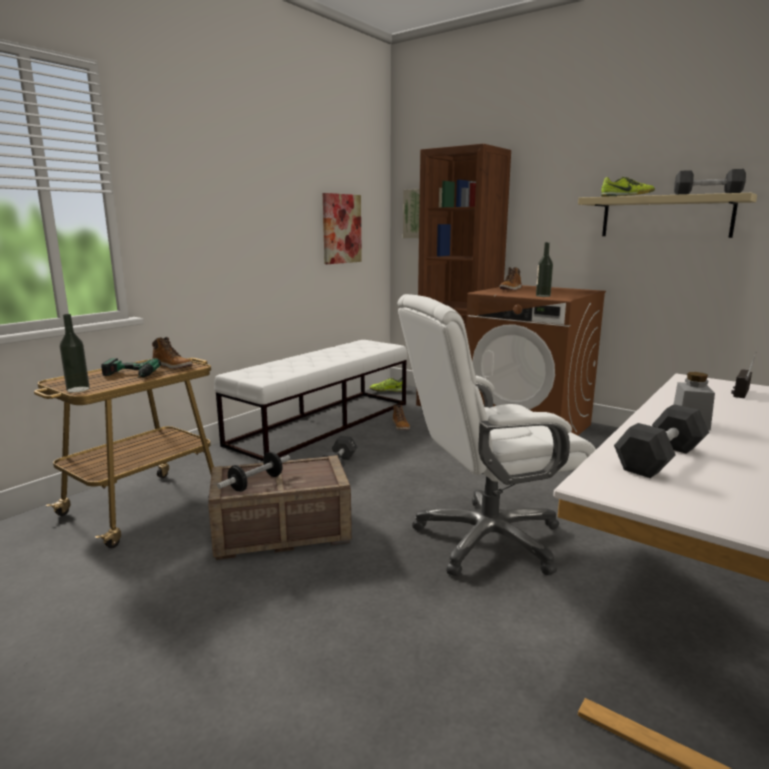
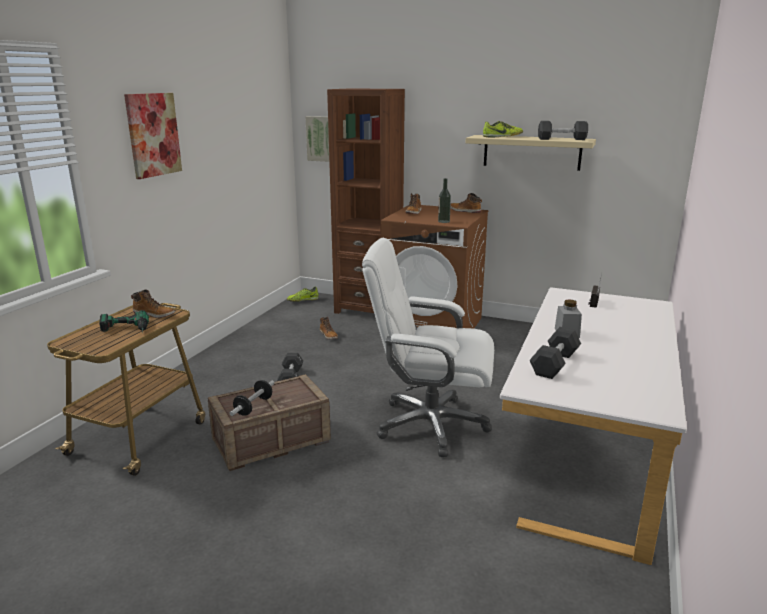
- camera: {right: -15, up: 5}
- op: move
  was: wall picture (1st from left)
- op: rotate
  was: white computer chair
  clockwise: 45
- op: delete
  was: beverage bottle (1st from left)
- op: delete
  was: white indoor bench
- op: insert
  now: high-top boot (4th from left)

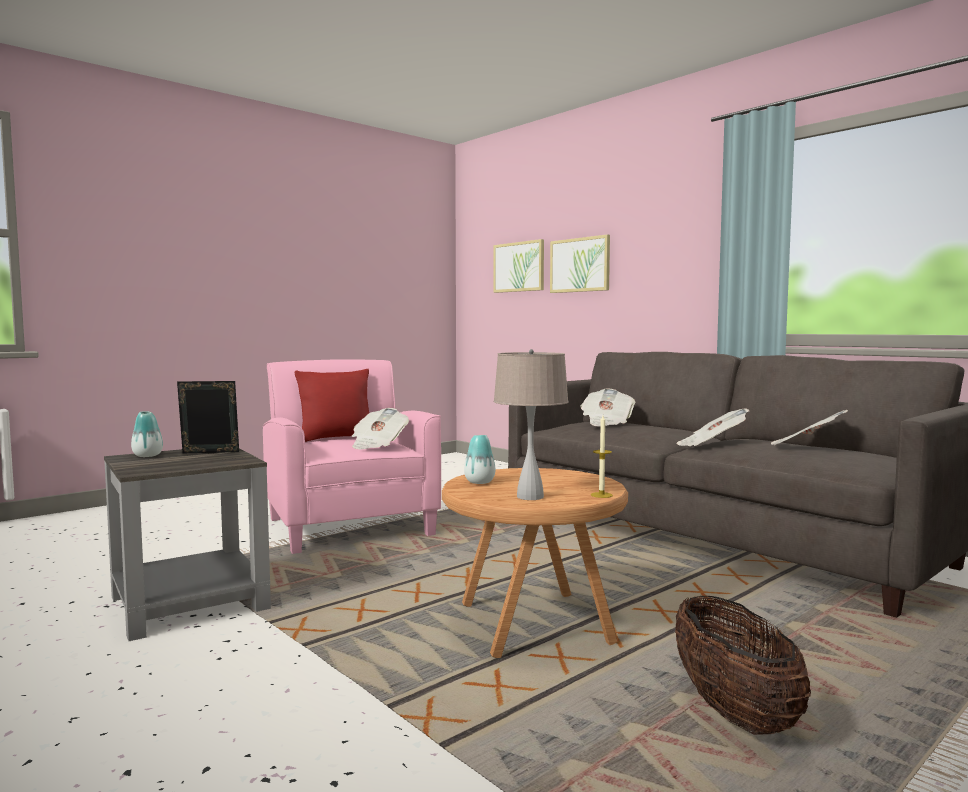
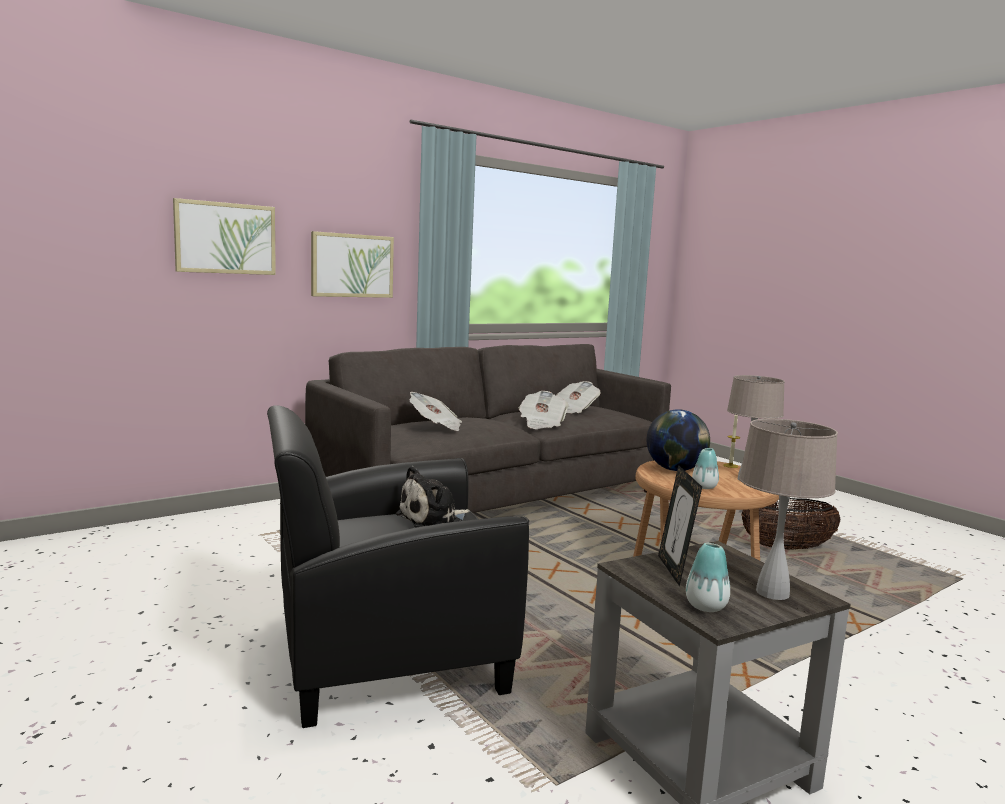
- camera: {right: -85, up: 5}
- op: move
  was: wall picture (1st from left in the first image)
  now: wall picture (2nd from left)
- op: recolor
  was: pinkish armchair
  now: black-coloured armchair
- op: delete
  was: red-coloured cushion
- op: replace
  was: newspaper (1st from left)
  now: soft toy
- op: insert
  now: desk globe
- op: insert
  now: beige table lamp (2nd from left)

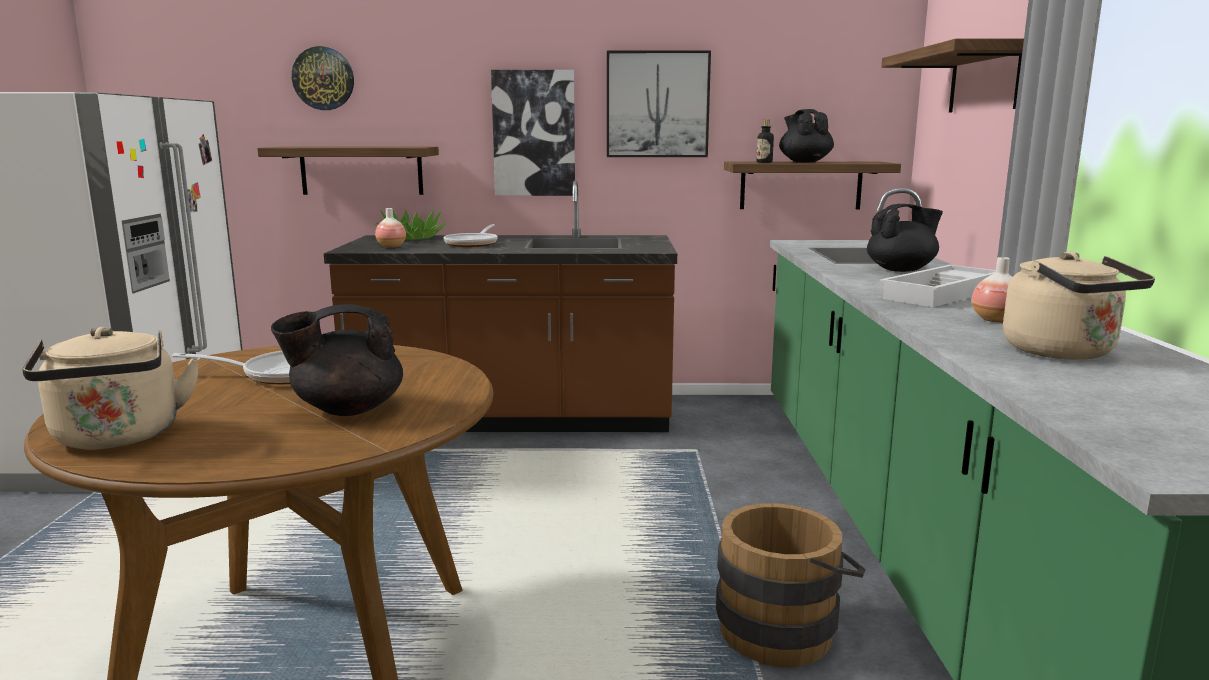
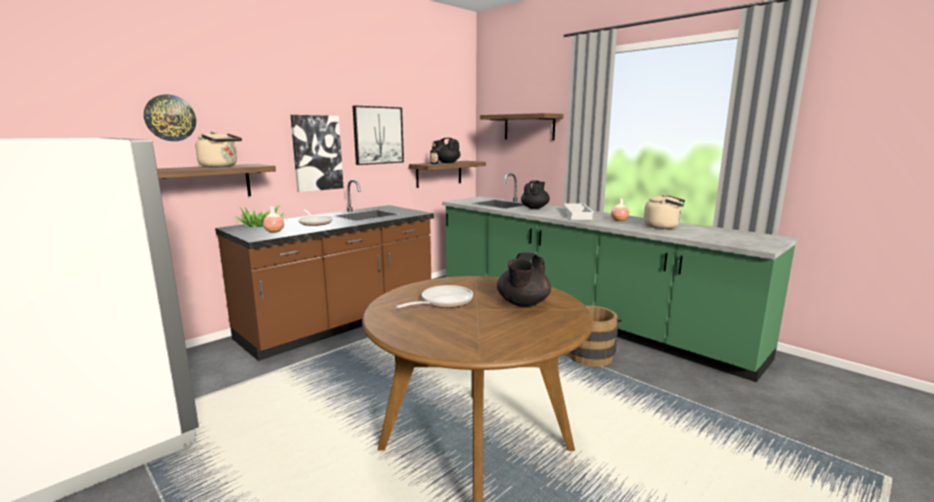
- camera: {right: -45, up: 0}
- op: move
  was: beige water kettle (1st from left)

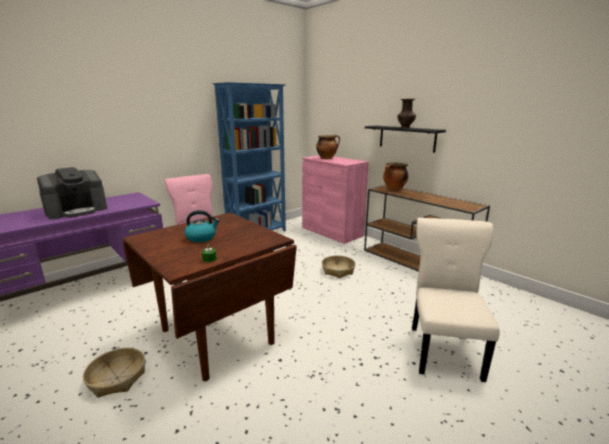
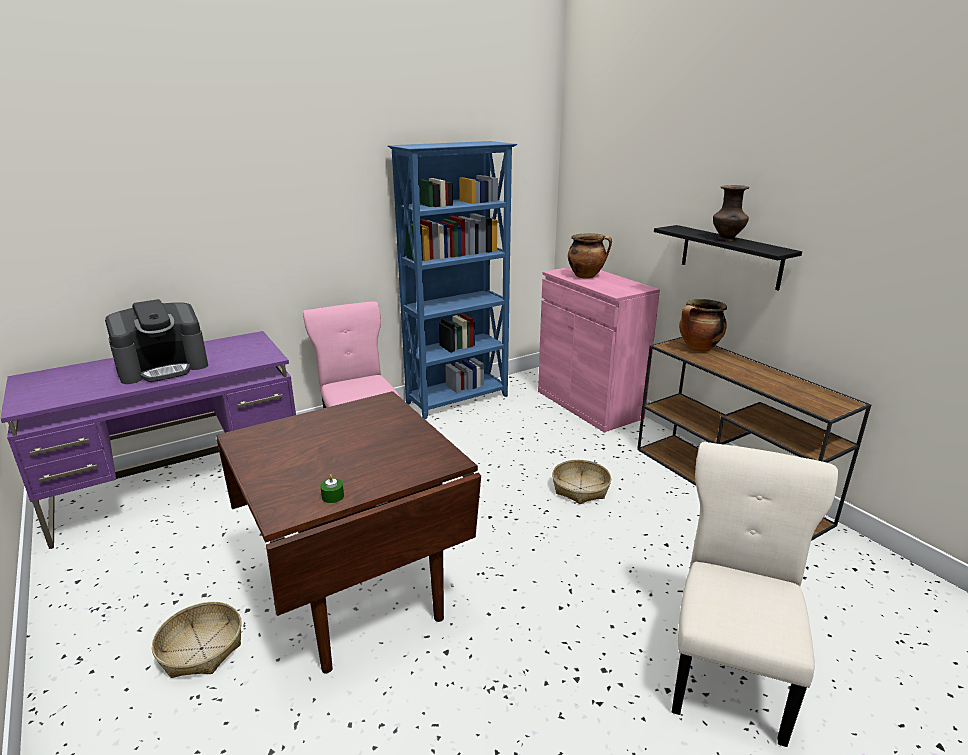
- camera: {right: 10, up: 5}
- op: delete
  was: water kettle

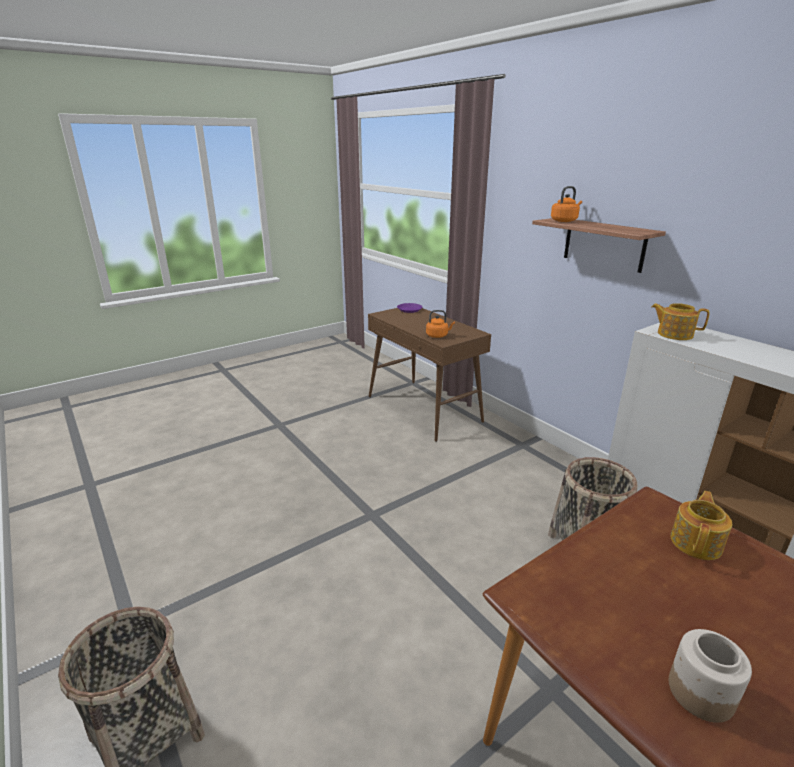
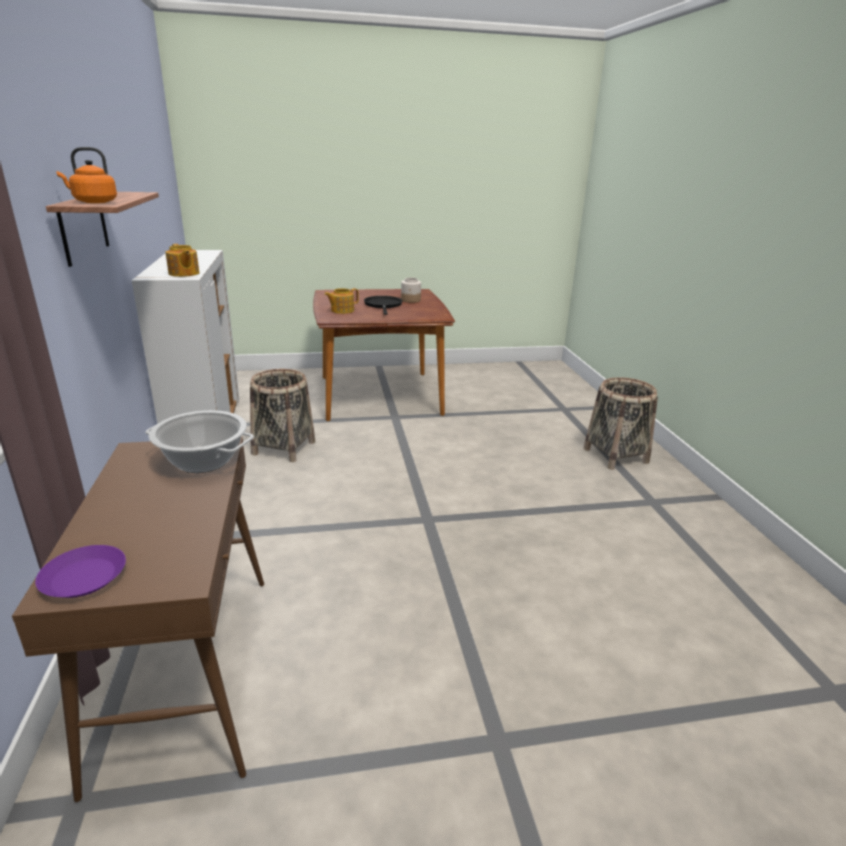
- camera: {right: -155, up: 0}
- op: replace
  was: orange-coloured water kettle (1st from left)
  now: cooking pot
- op: insert
  now: black-coloured frying pan

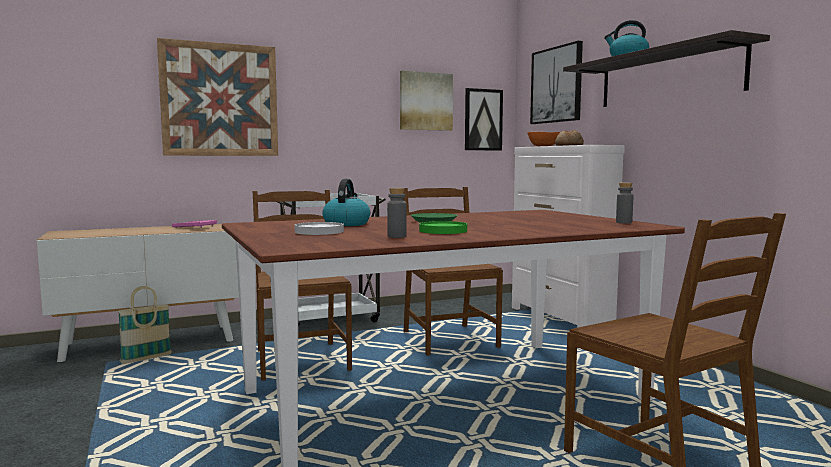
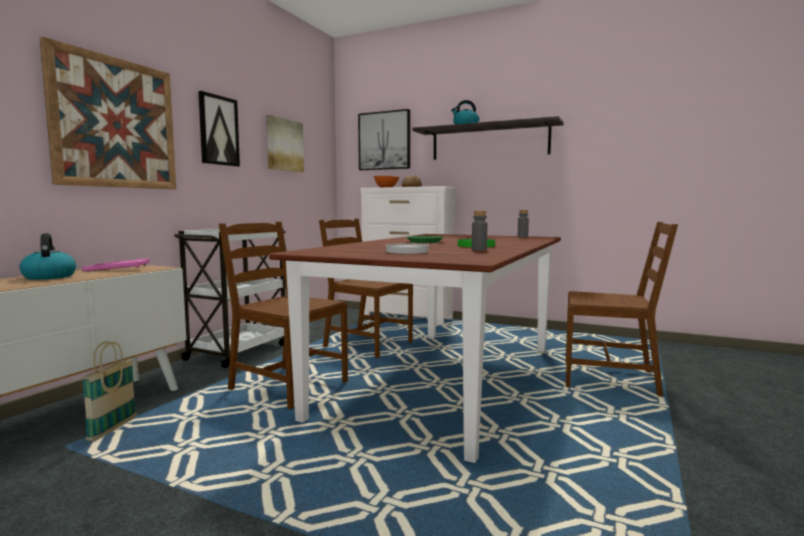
- camera: {right: -40, up: 0}
- op: move
  was: wall picture (3rd from left in the first image)
  now: wall picture (2nd from left)
- op: move
  was: water kettle (1st from left)

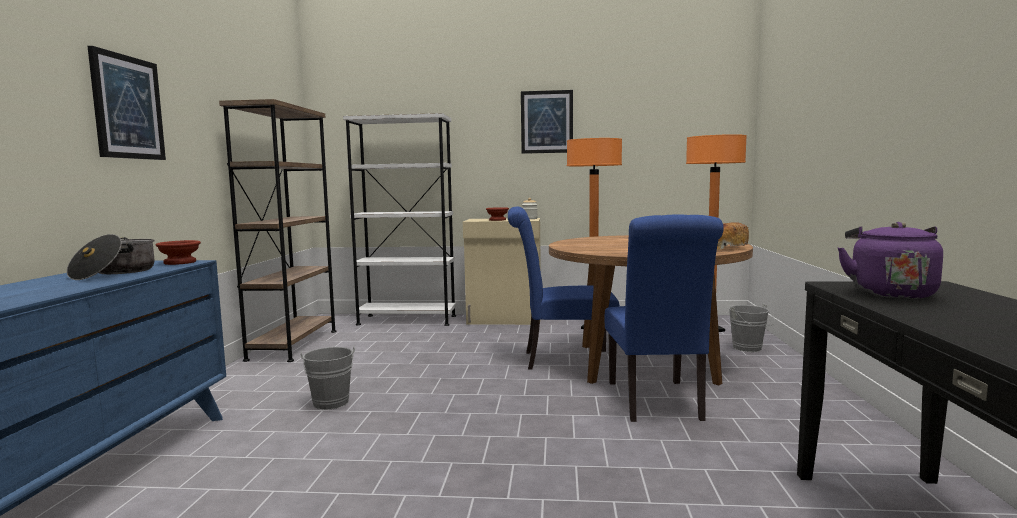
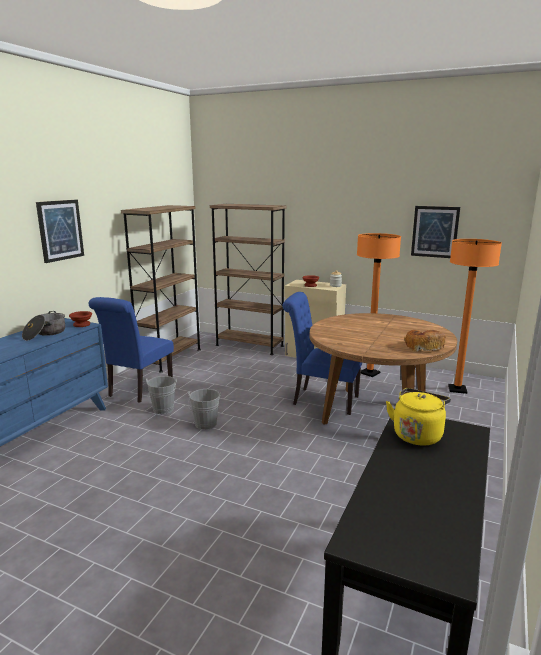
- camera: {right: 20, up: 10}
- op: move
  was: wall picture (2nd from left)
- op: recolor
  was: white bookshelf
  now: brownish bookshelf (2nd from left)
- op: move
  was: blue-coloured plain chair (2nd from left in the first image)
  now: blue-coloured plain chair (1st from left)
- op: recolor
  was: purple-coloured water kettle
  now: yellow-coloured water kettle
- op: move
  was: greyish pail (2nd from left)

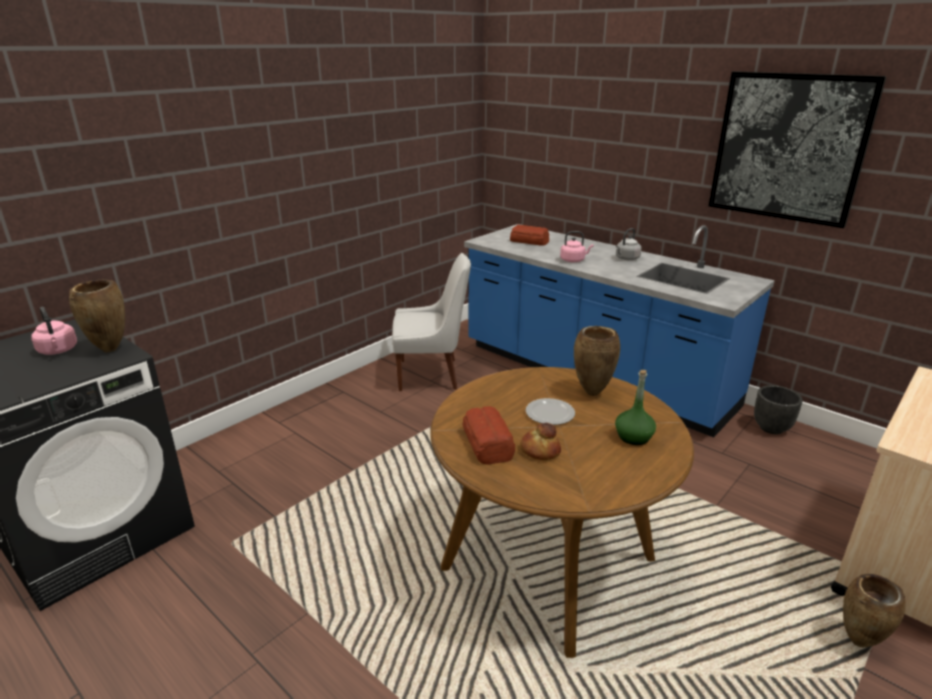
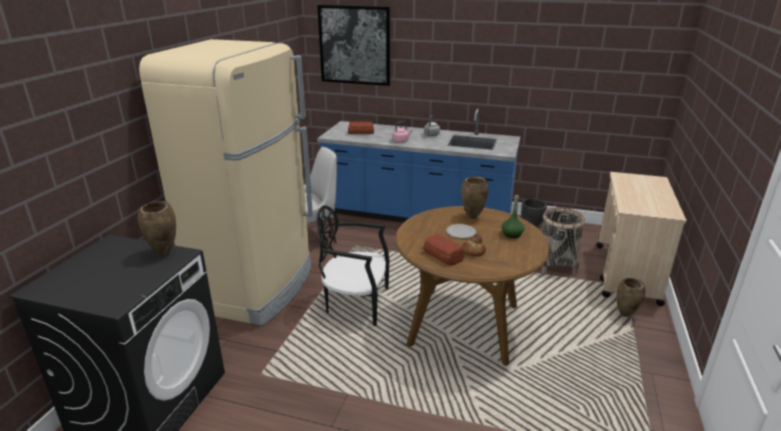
- camera: {right: -25, up: 0}
- op: move
  was: wall picture
- op: delete
  was: pinkish water kettle (1st from left)
- op: insert
  now: beige kitchen fridge
- op: insert
  now: black-coloured plain chair
- op: insert
  now: storage basket

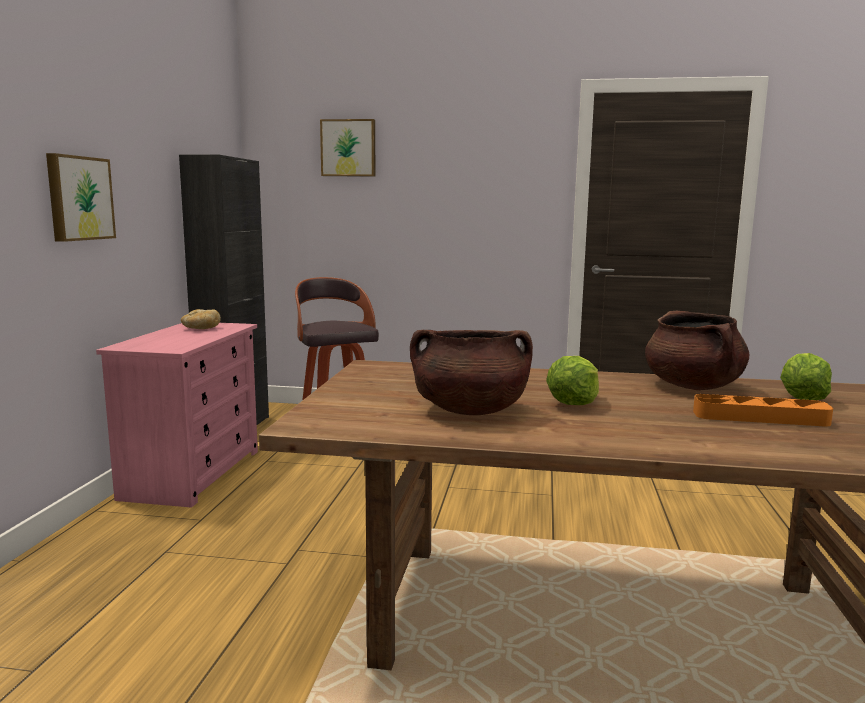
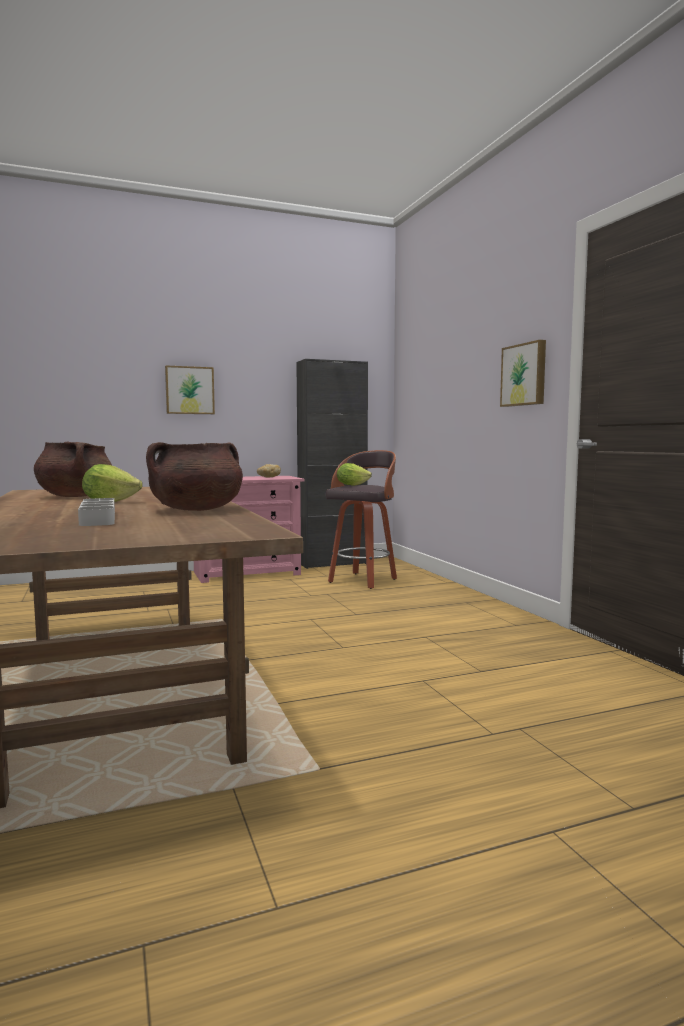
- camera: {right: 60, up: -5}
- op: move
  was: wall picture (2nd from left)
- op: move
  was: lettuce head (2nd from left)
- op: recolor
  was: orange-coloured carrying tray
  now: greyish carrying tray

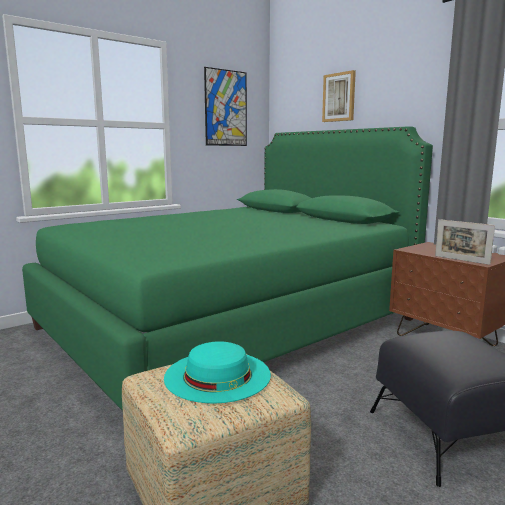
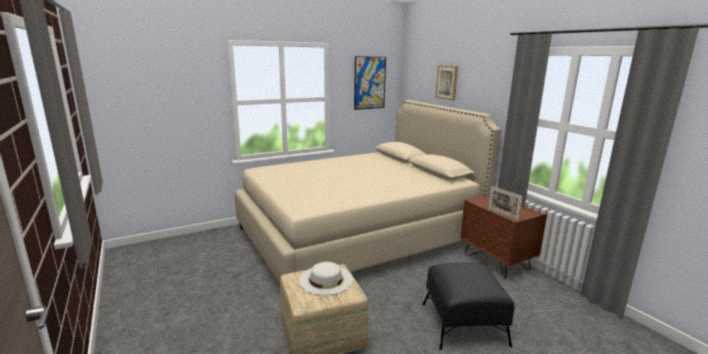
- camera: {right: 10, up: 5}
- op: recolor
  was: green-coloured sleeping bed
  now: beige sleeping bed
- op: recolor
  was: blue-green clothing hat
  now: white clothing hat

